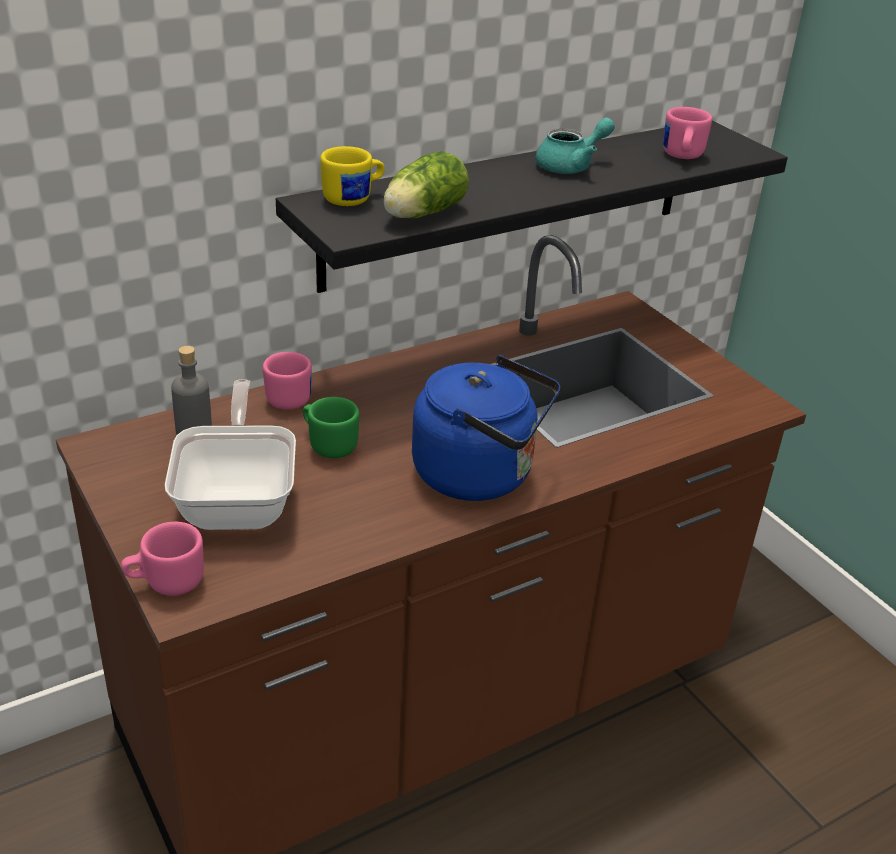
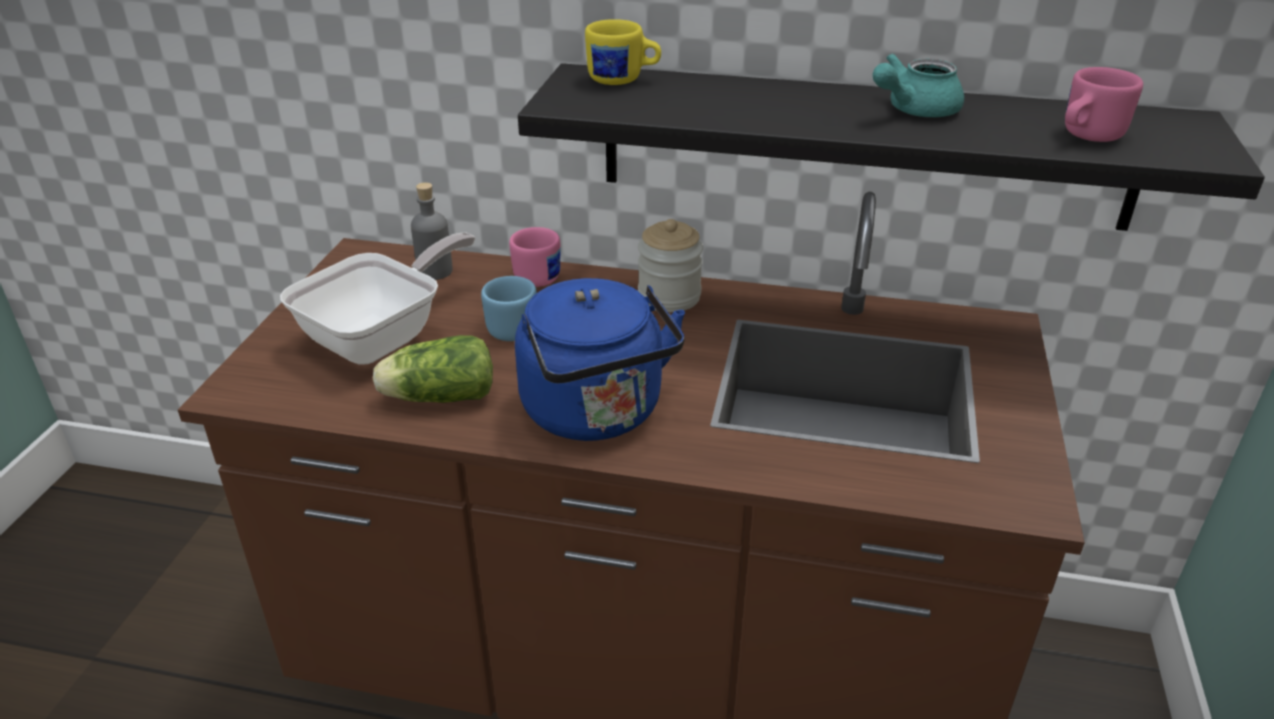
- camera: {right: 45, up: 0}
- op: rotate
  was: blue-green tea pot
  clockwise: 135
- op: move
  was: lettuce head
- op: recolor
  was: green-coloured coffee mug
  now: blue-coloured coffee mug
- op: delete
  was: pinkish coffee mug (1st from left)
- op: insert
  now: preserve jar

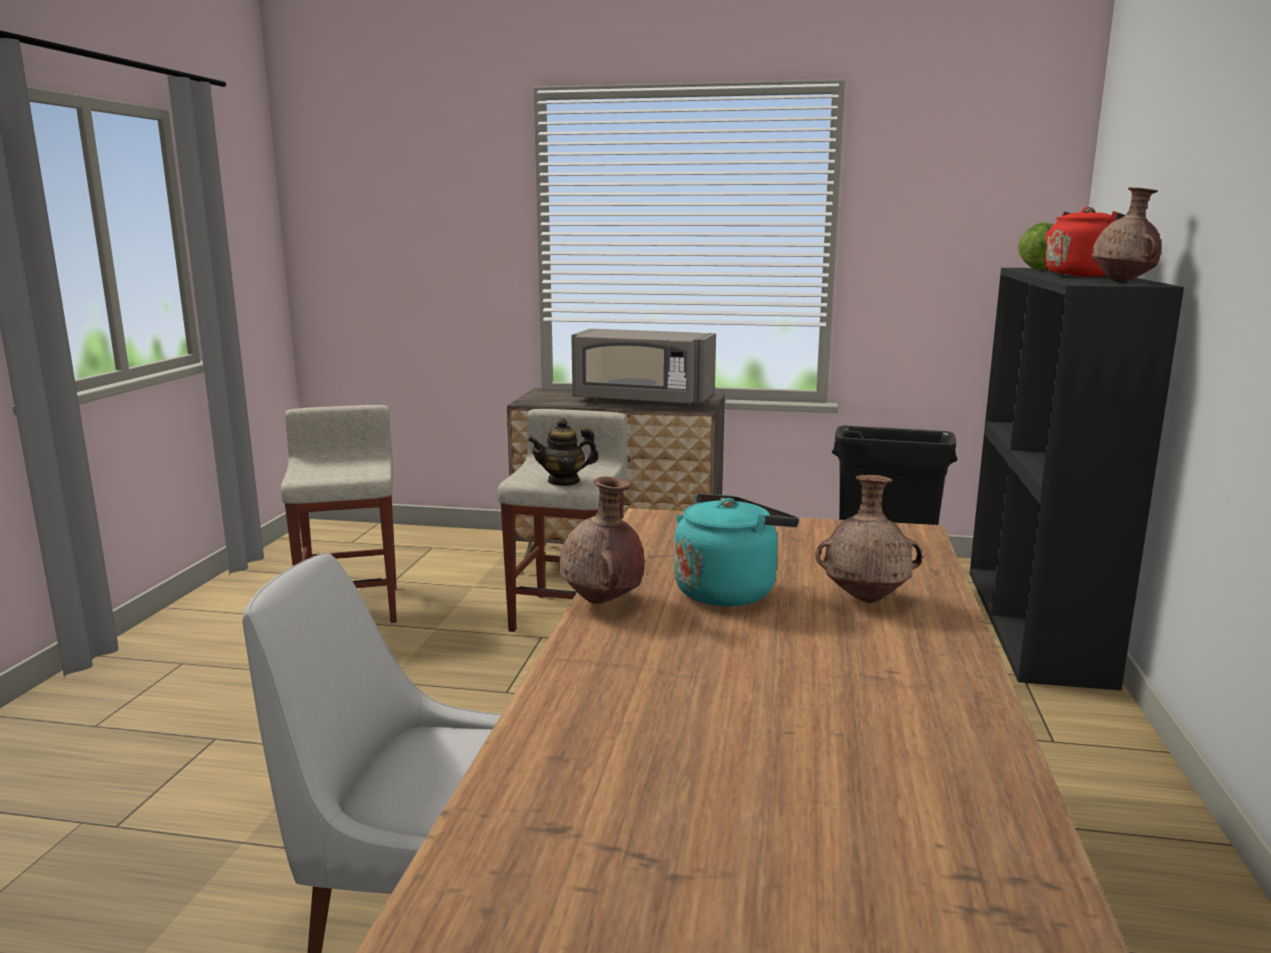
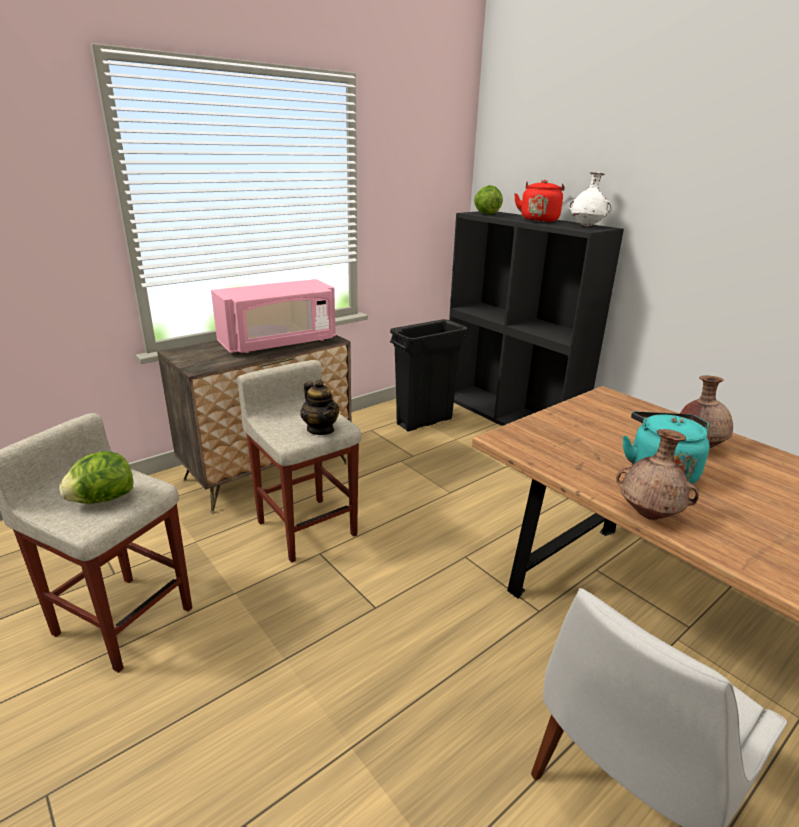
- camera: {right: -50, up: 10}
- op: recolor
  was: brownish decorative vase (3rd from left)
  now: white decorative vase
- op: recolor
  was: greyish kitchen microwave
  now: pinkish kitchen microwave
- op: rotate
  was: tea pot
  clockwise: -60
- op: insert
  now: lettuce head (1st from left)

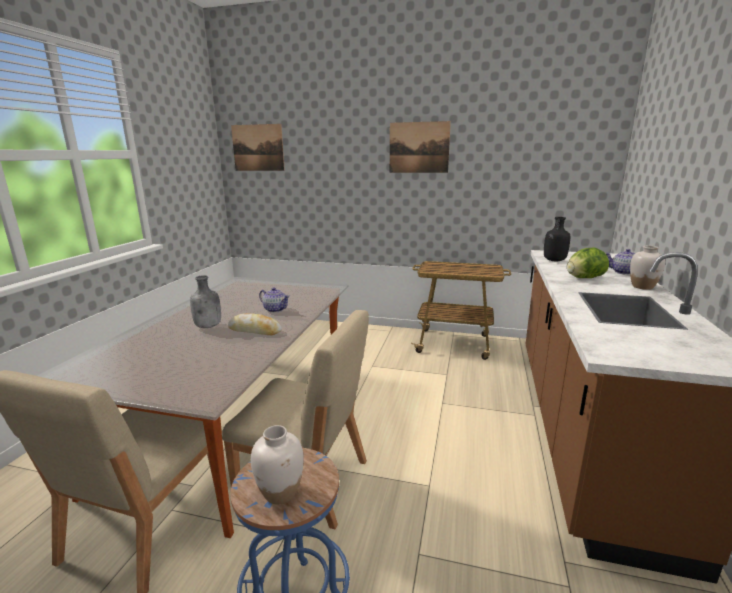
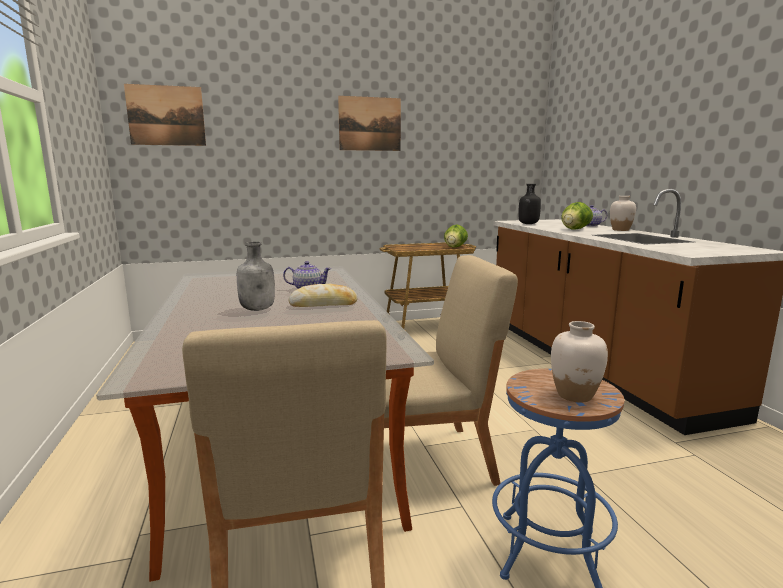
- camera: {right: -30, up: -5}
- op: insert
  now: lettuce head (1st from left)

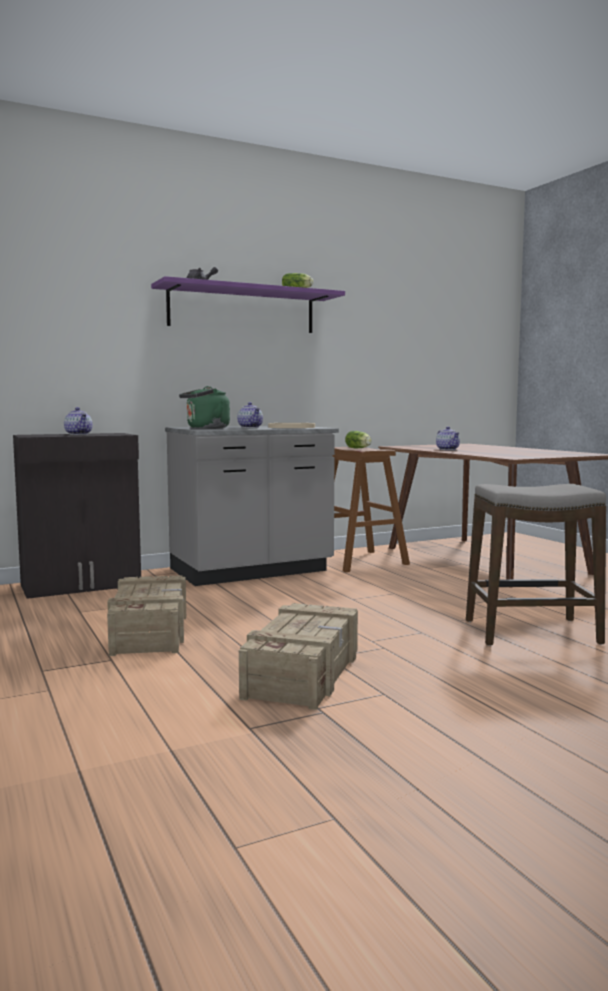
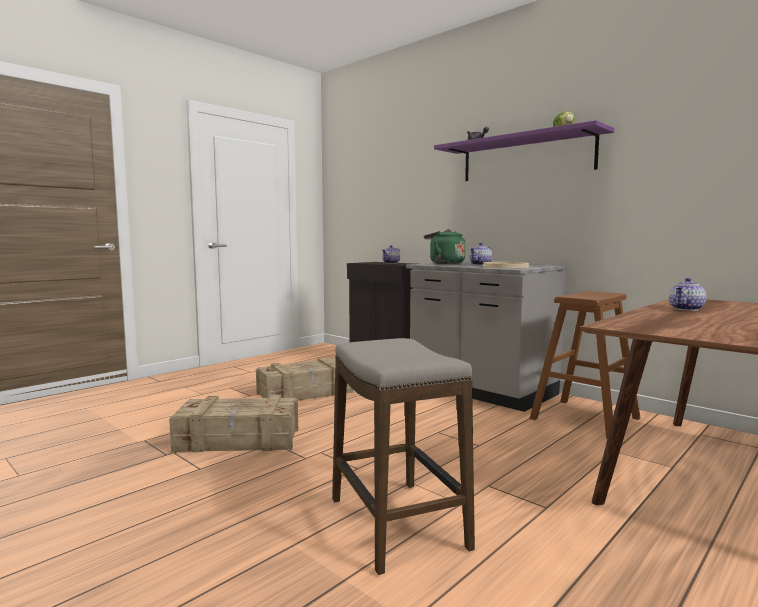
- camera: {right: 70, up: 0}
- op: delete
  was: lettuce head (2nd from left)

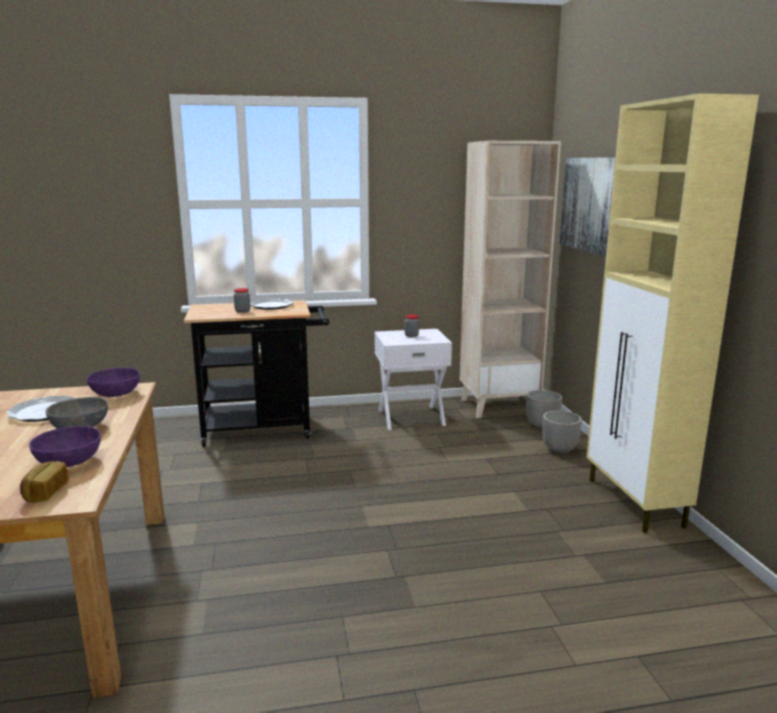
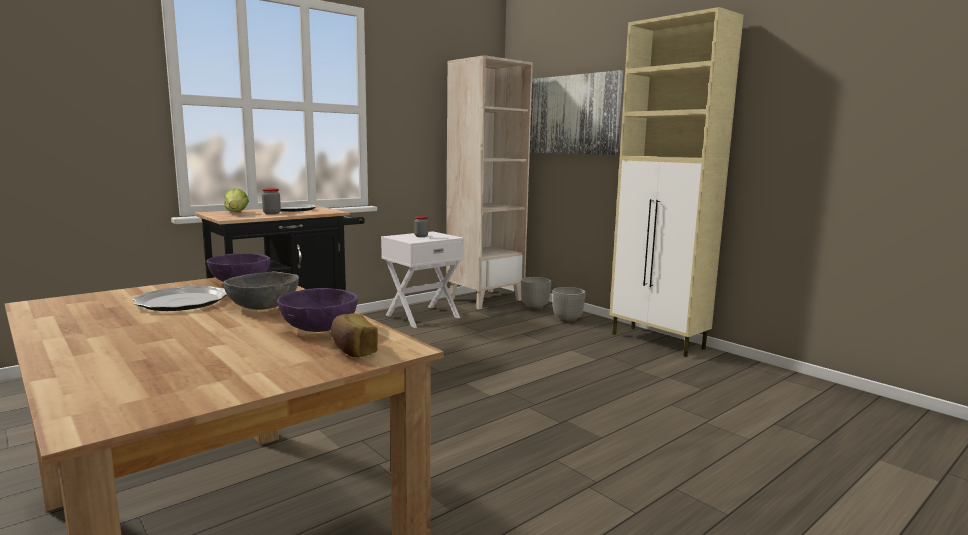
- camera: {right: -30, up: -5}
- op: insert
  now: lettuce head

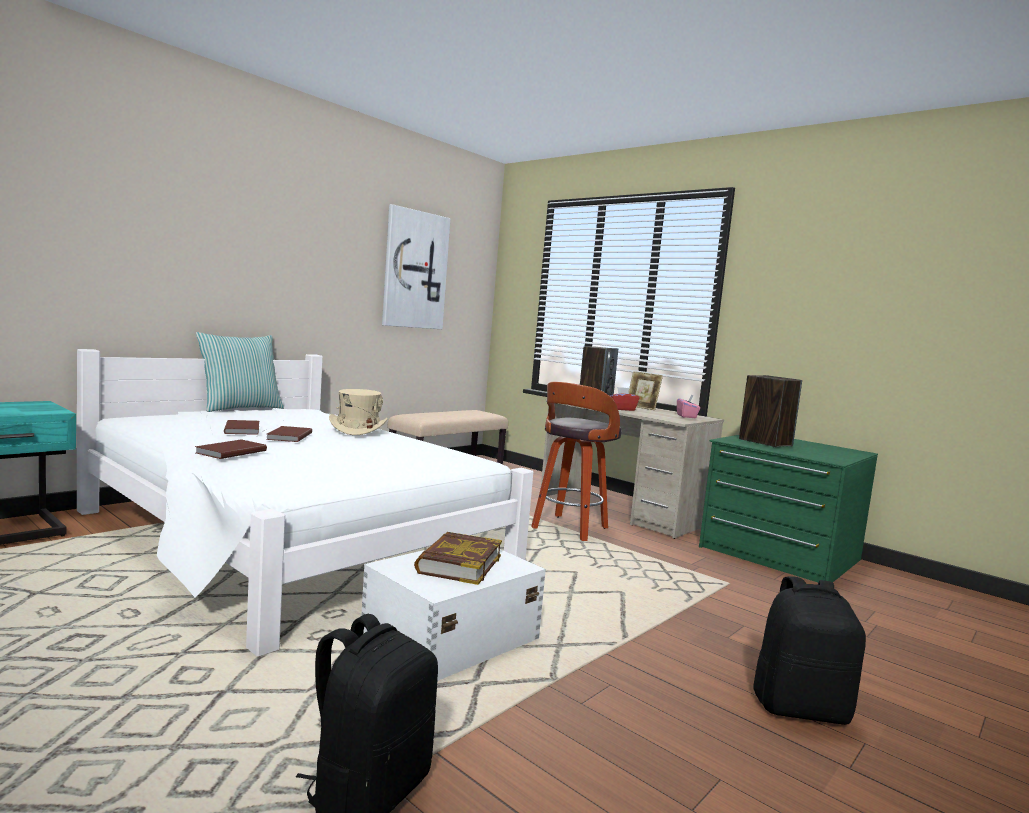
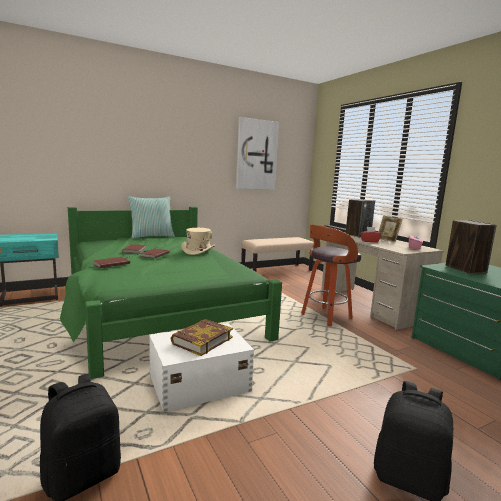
- camera: {right: 20, up: 5}
- op: recolor
  was: white sleeping bed
  now: green-coloured sleeping bed

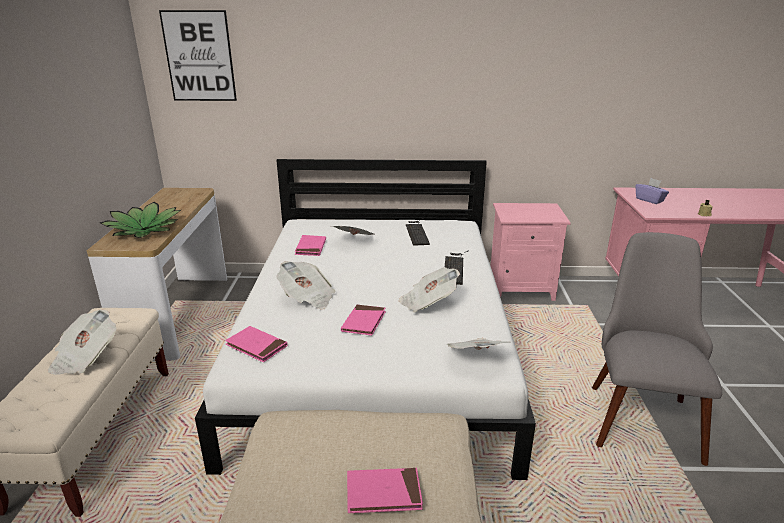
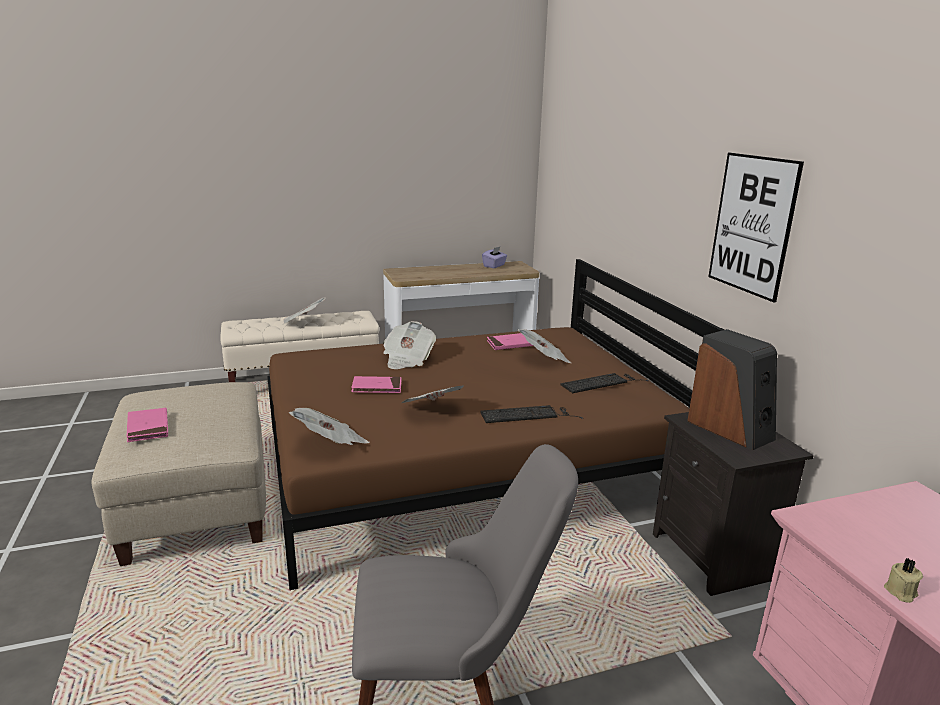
- camera: {right: 70, up: -5}
- op: move
  was: wall picture
- op: recolor
  was: white sleeping bed
  now: brownish sleeping bed
- op: move
  was: purple-coloured box of tissues
- op: delete
  was: houseplant
- op: recolor
  was: pinkish nightstand
  now: black-coloured nightstand
- op: delete
  was: pinkish bound book (1st from left)
- op: insert
  now: loudspeaker

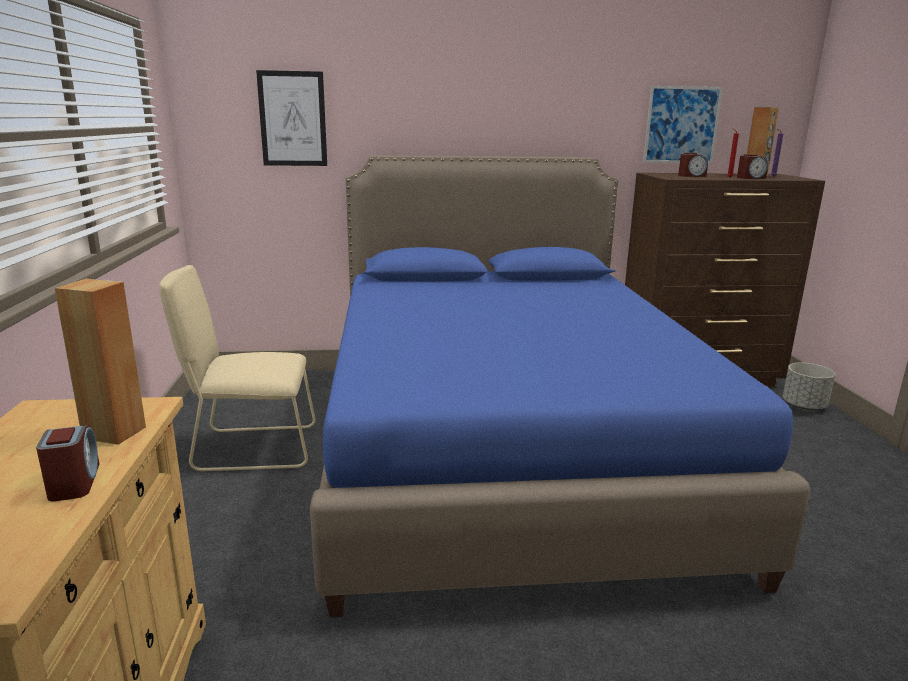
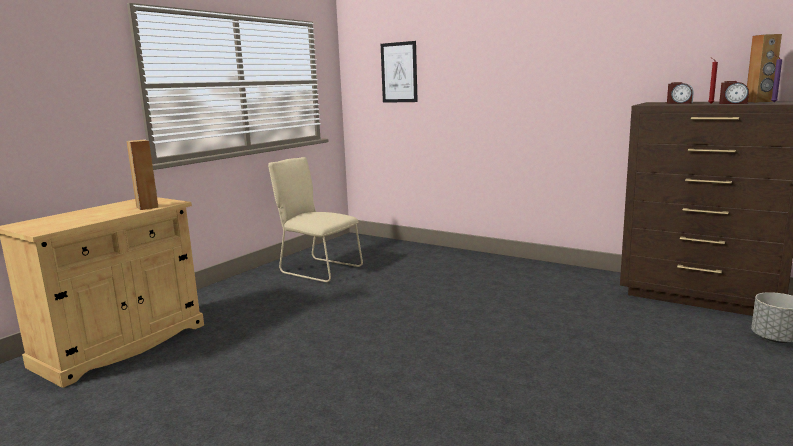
- camera: {right: 40, up: -5}
- op: delete
  was: wall picture (2nd from left)
- op: delete
  was: blue-coloured sleeping bed
- op: delete
  was: alarm clock (1st from left)

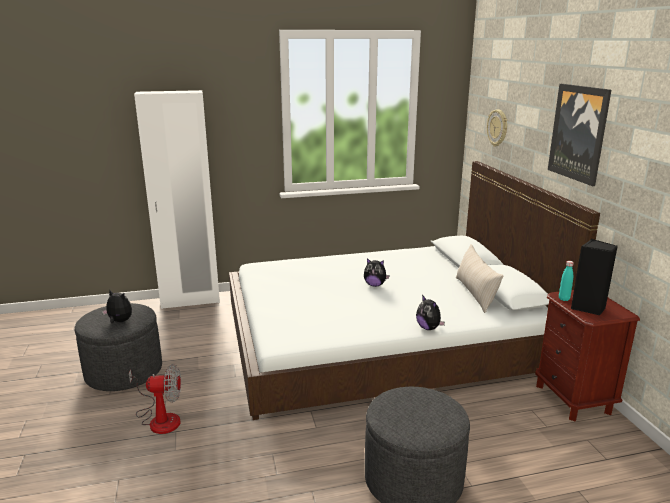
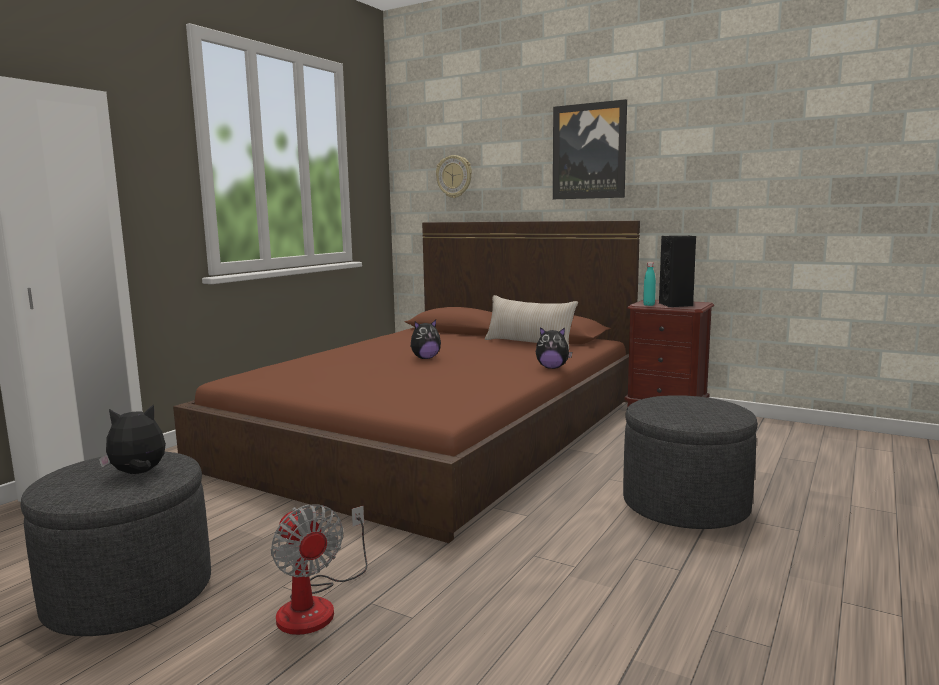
- camera: {right: -45, up: -10}
- op: recolor
  was: white sleeping bed
  now: brownish sleeping bed
- op: rotate
  was: fan
  clockwise: 105

